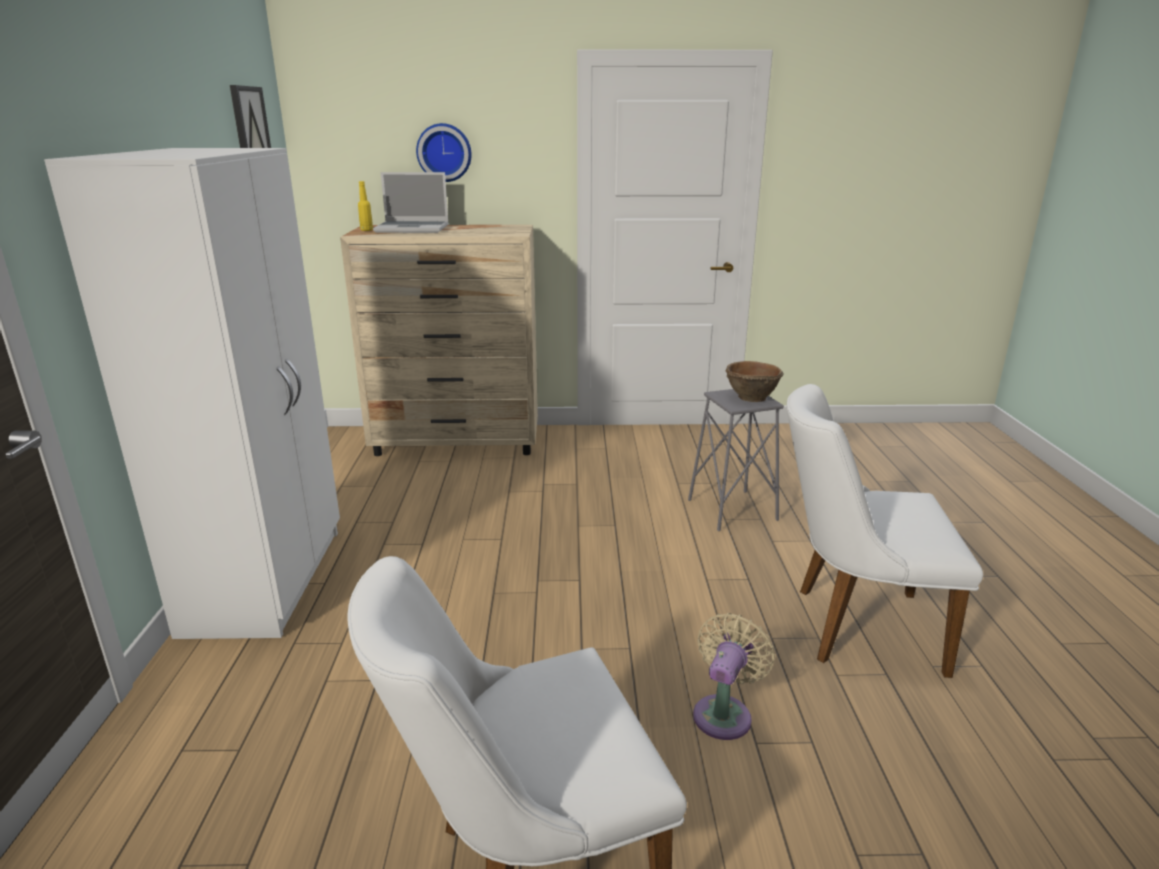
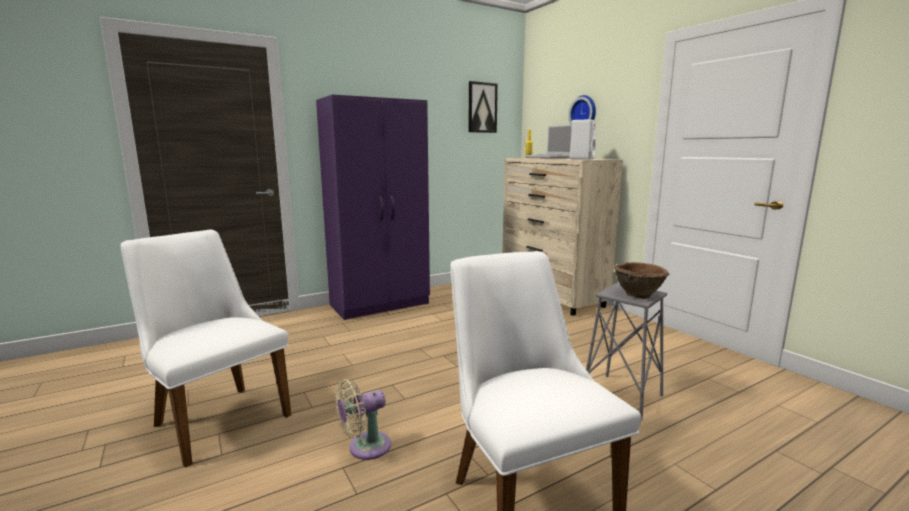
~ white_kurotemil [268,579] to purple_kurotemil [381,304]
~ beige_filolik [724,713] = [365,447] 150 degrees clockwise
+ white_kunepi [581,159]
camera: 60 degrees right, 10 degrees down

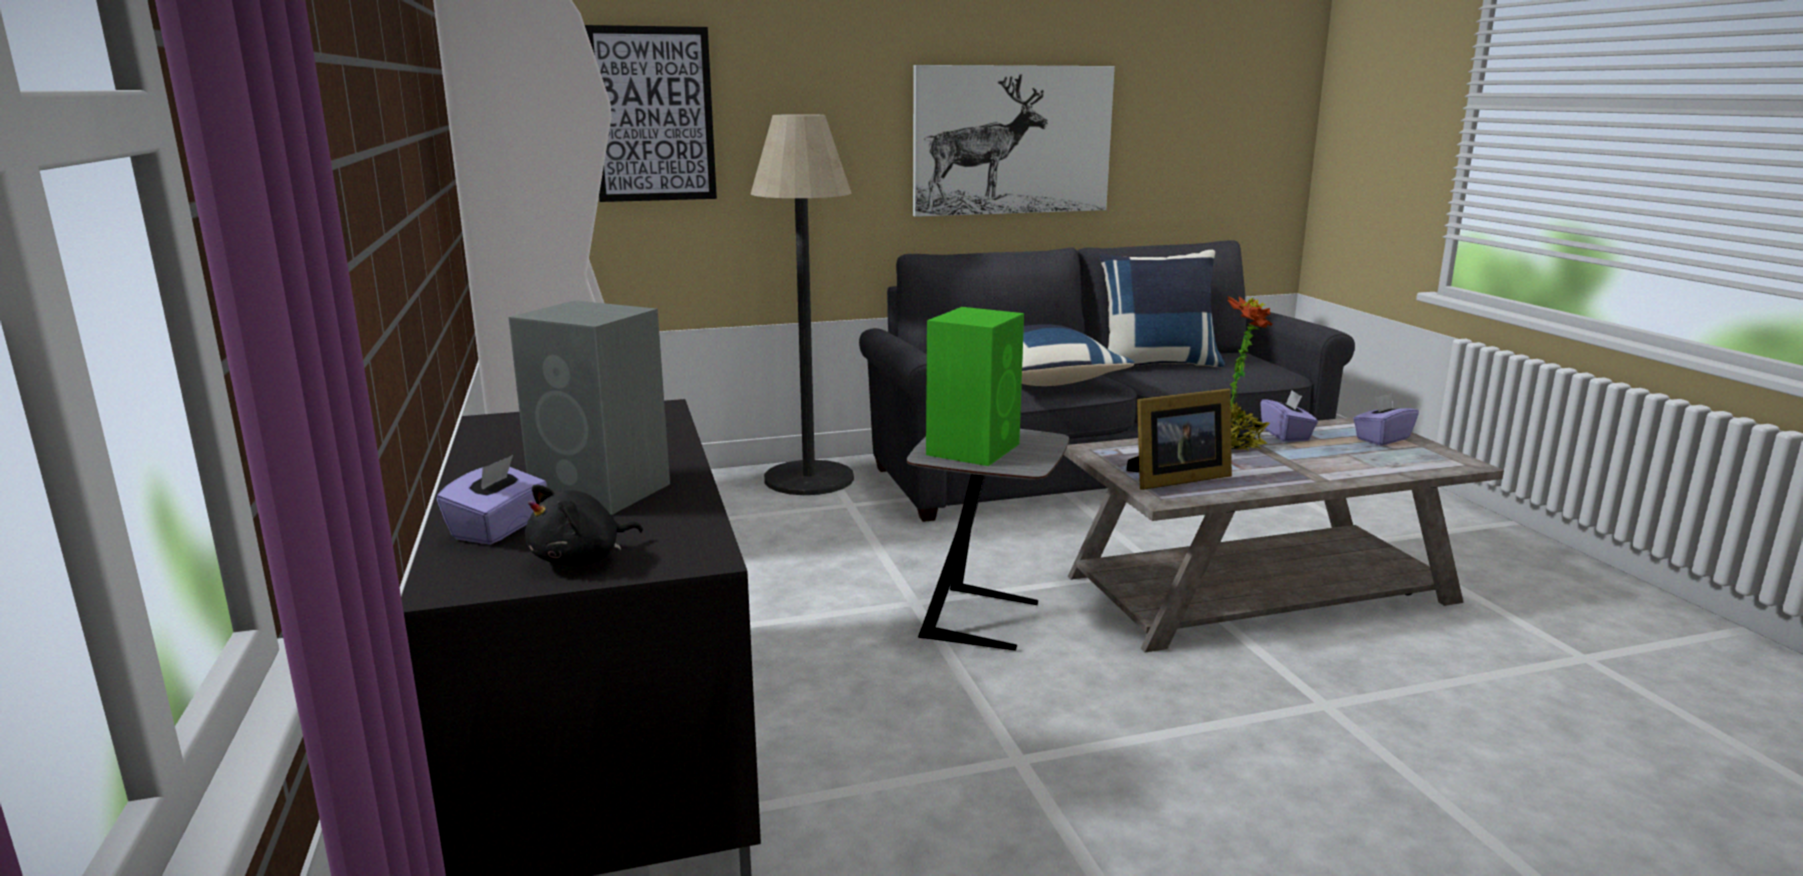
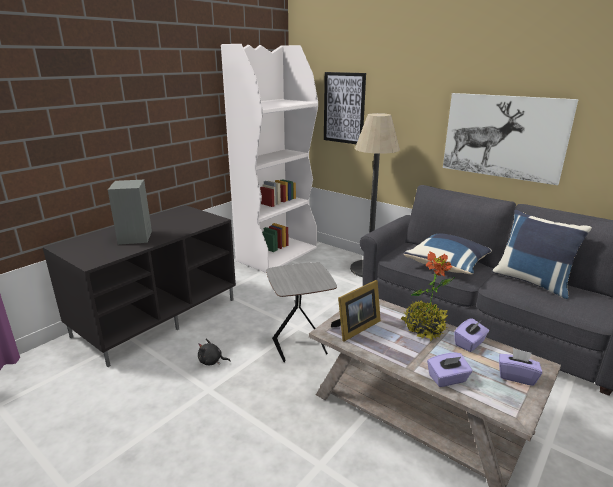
- green_kunepi [974,448]
~ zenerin [1175,478] = [355,328] 75 degrees counterclockwise
~ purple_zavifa [499,529] to [447,379]
~ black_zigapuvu [581,559] to [212,361]
camera: 55 degrees right, 5 degrees up

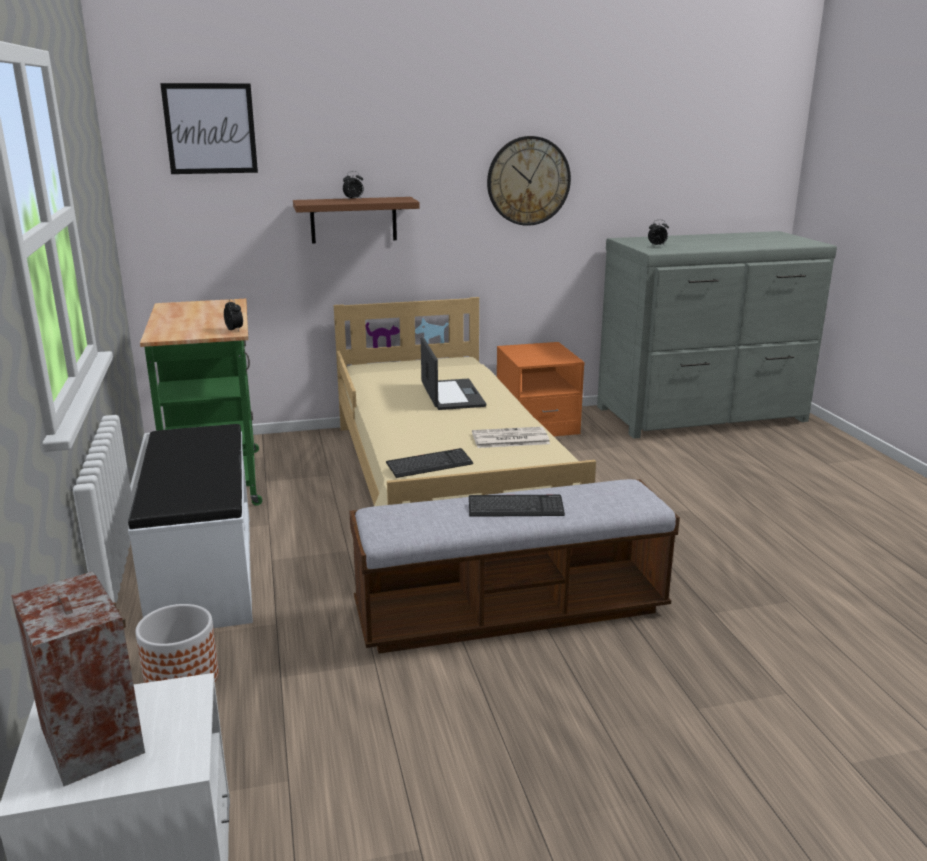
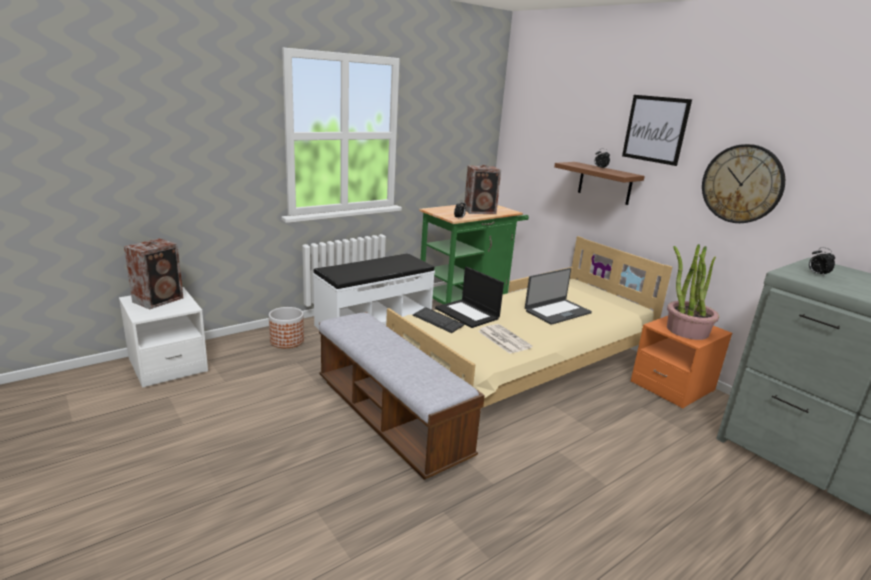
~ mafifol [210,129] to [655,129]
- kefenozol [515,508]
+ kunepi [481,211]
+ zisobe [687,330]
+ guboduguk [468,313]
camera: 65 degrees right, 0 degrees up

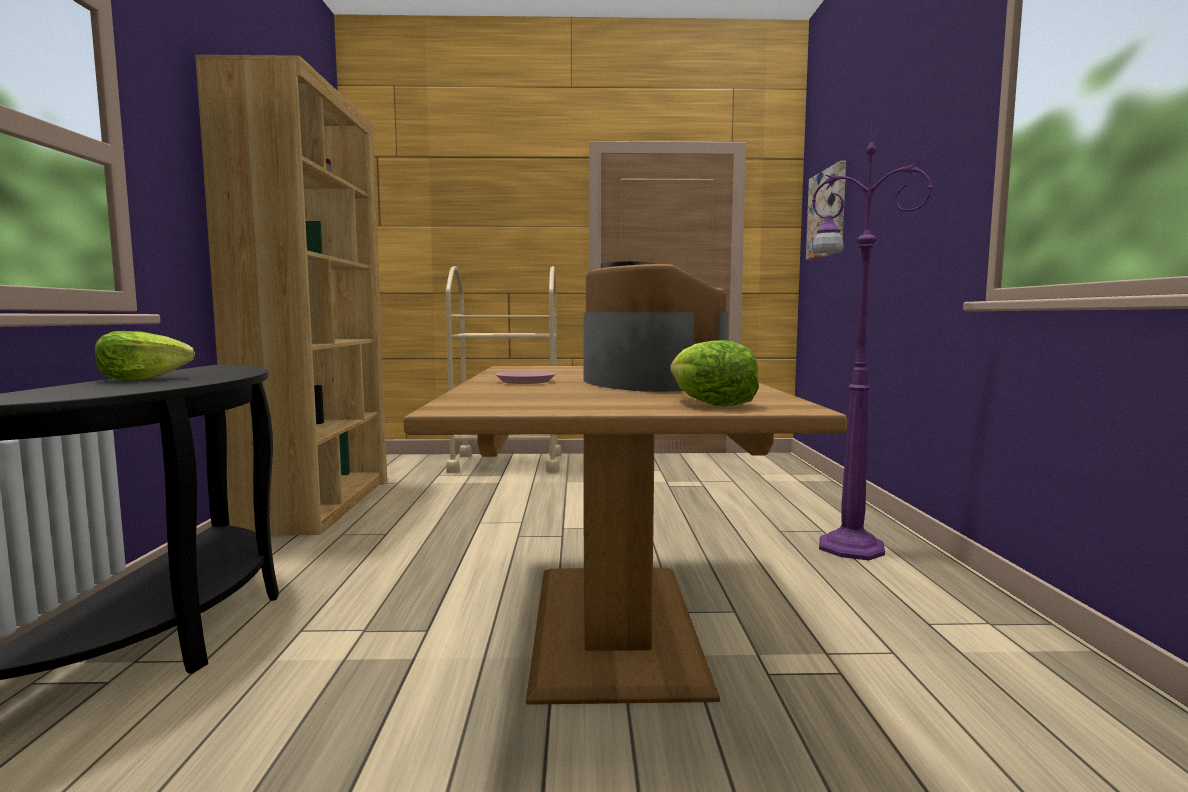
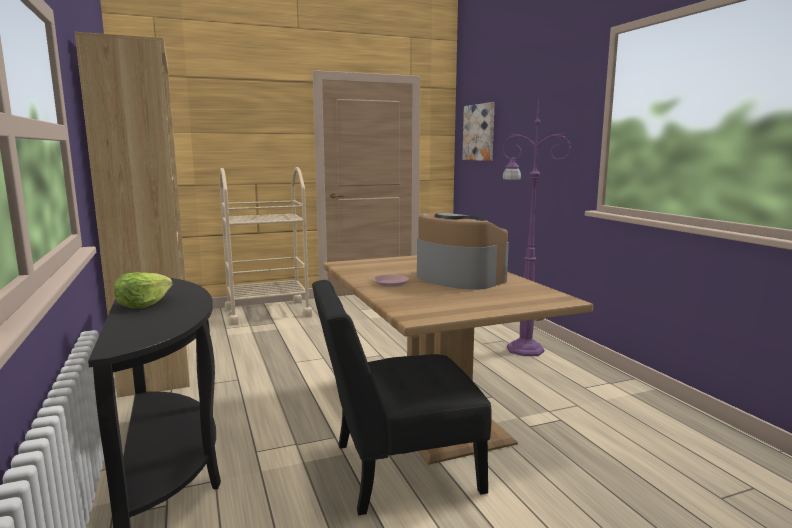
- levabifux [710,404]
+ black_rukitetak [397,469]
camera: 20 degrees left, 5 degrees up

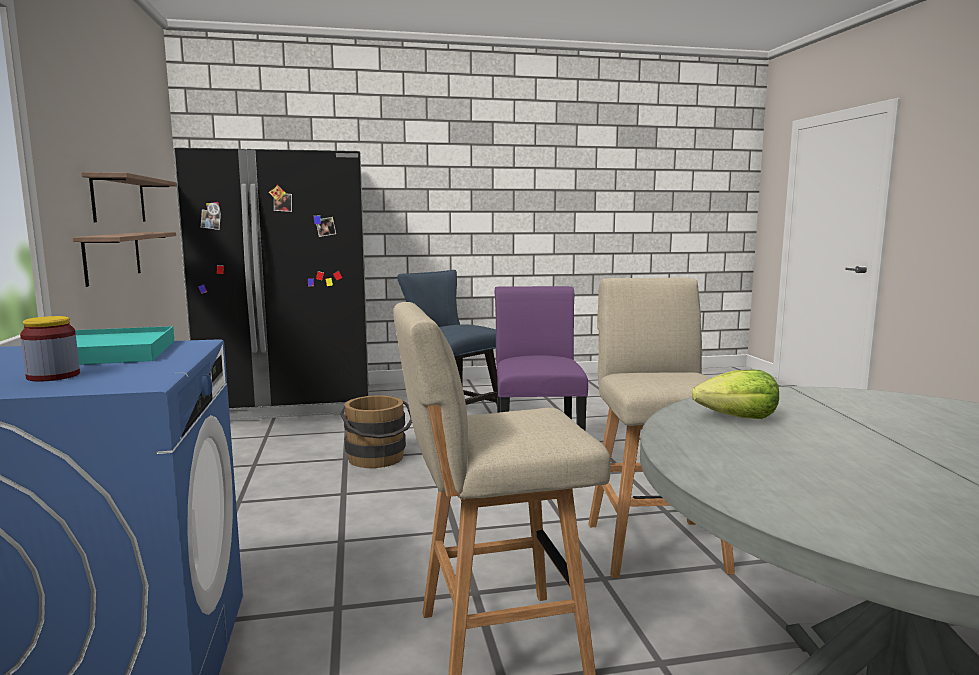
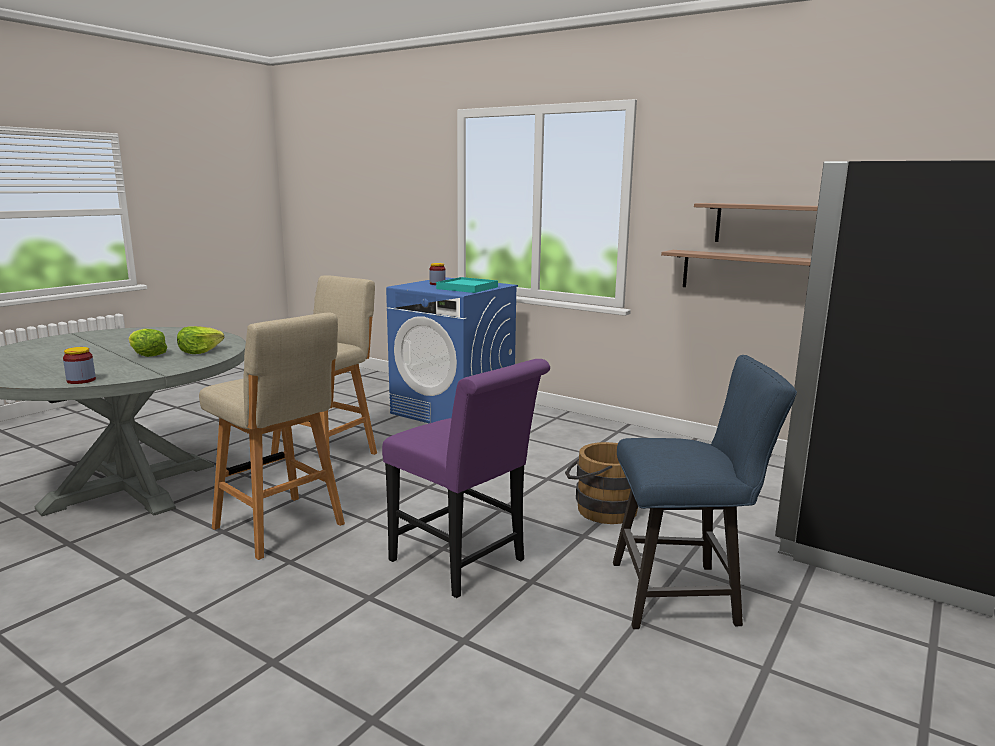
+ levabifux [147,355]
+ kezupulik [81,380]
camera: 135 degrees right, 5 degrees up

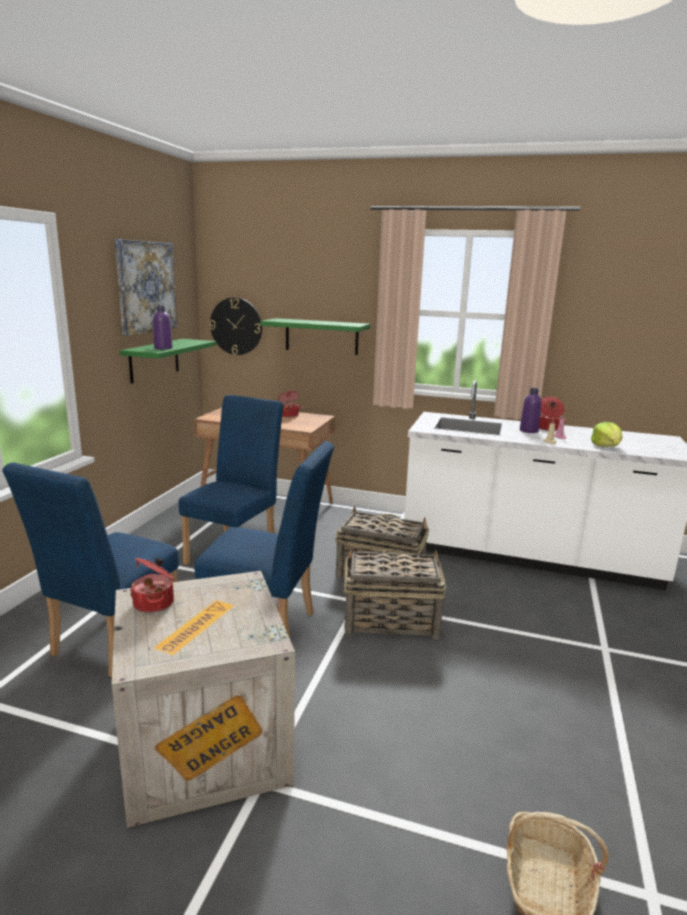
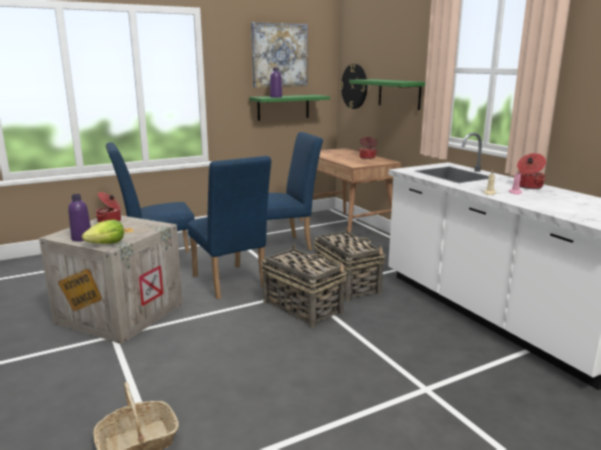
~ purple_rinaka [528,430] to [82,238]
~ levabifux [606,446] to [106,244]
camera: 45 degrees right, 0 degrees up

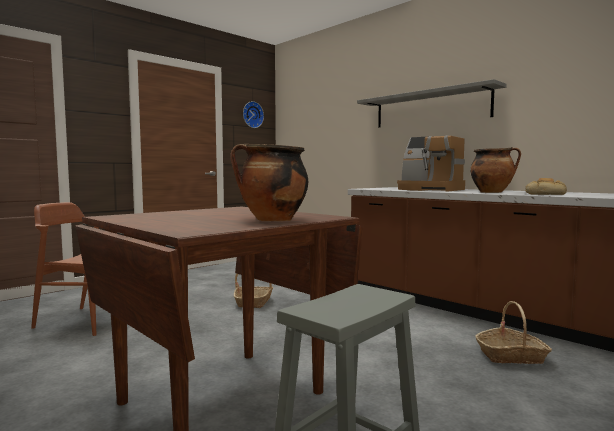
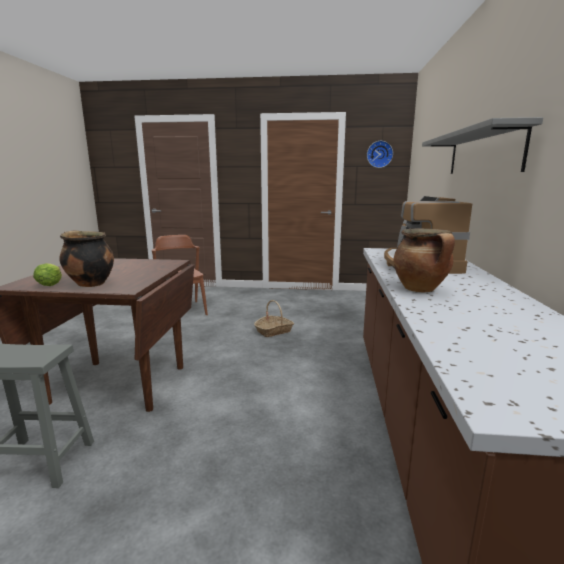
- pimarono [545,194]
- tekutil [511,356]
+ levabifux [52,283]
camera: 50 degrees right, 10 degrees up

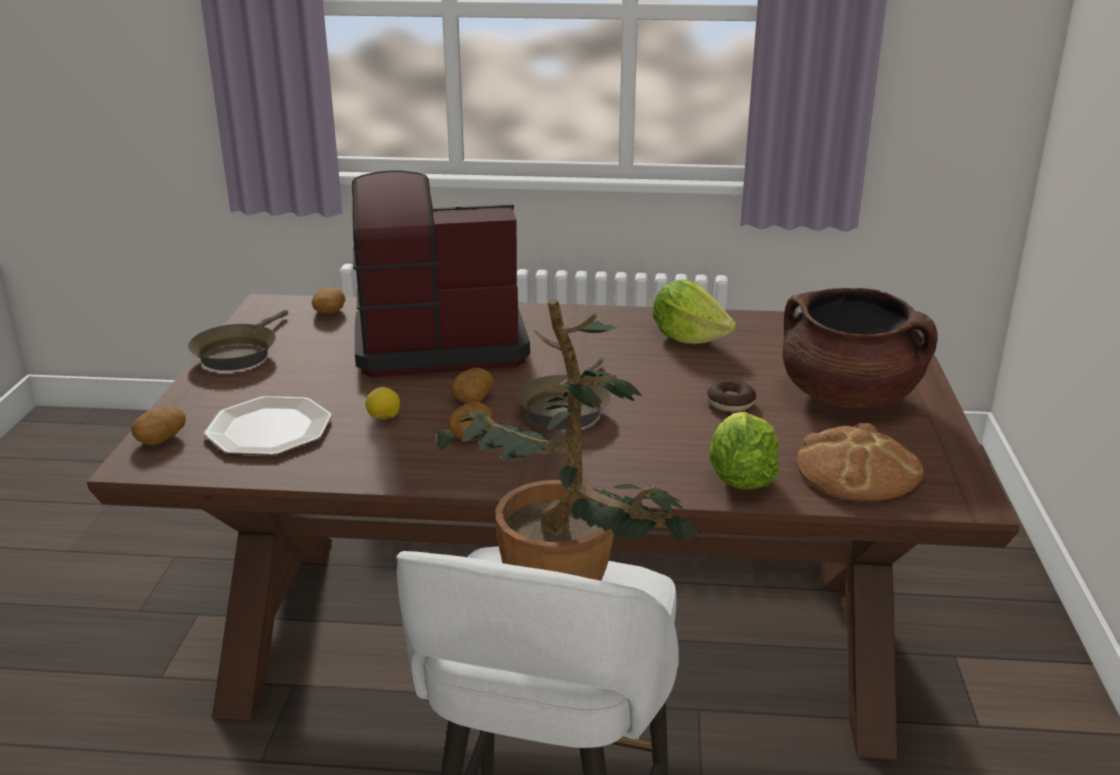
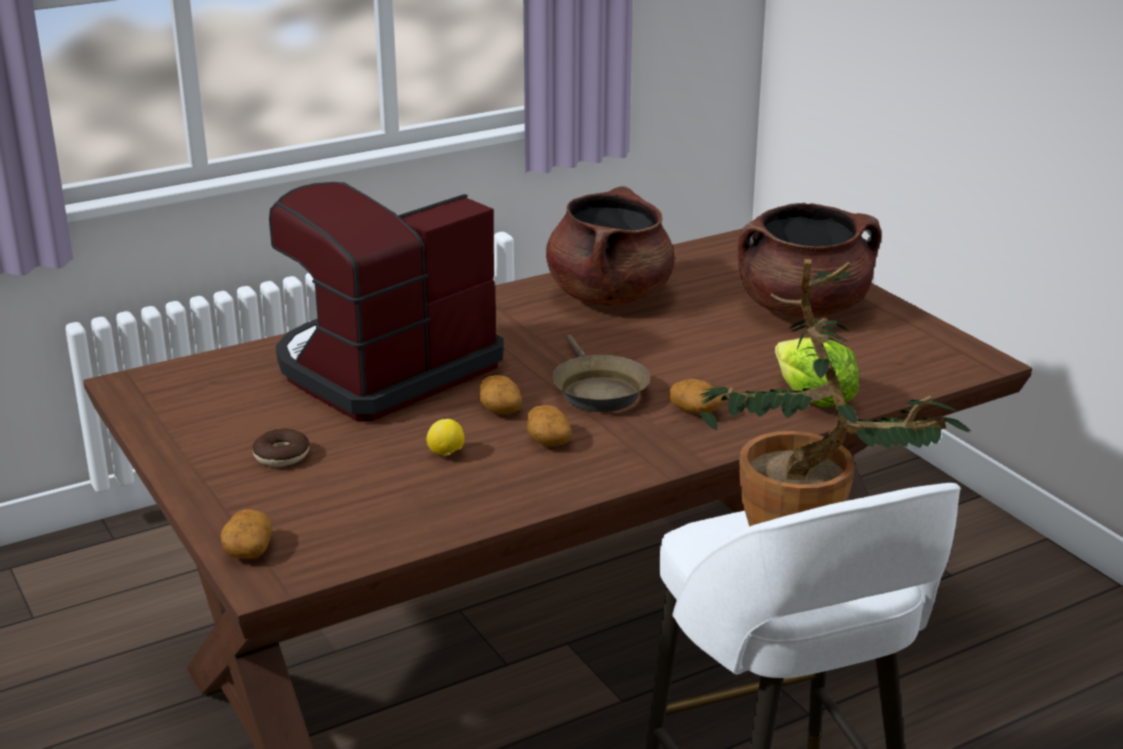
~ levabifux [689,338] to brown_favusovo [609,296]
~ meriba [329,312] to [696,410]
- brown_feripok [238,353]
~ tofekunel [730,403] to [282,456]
- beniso [269,429]
- pimarono [857,471]
camera: 35 degrees left, 0 degrees up

